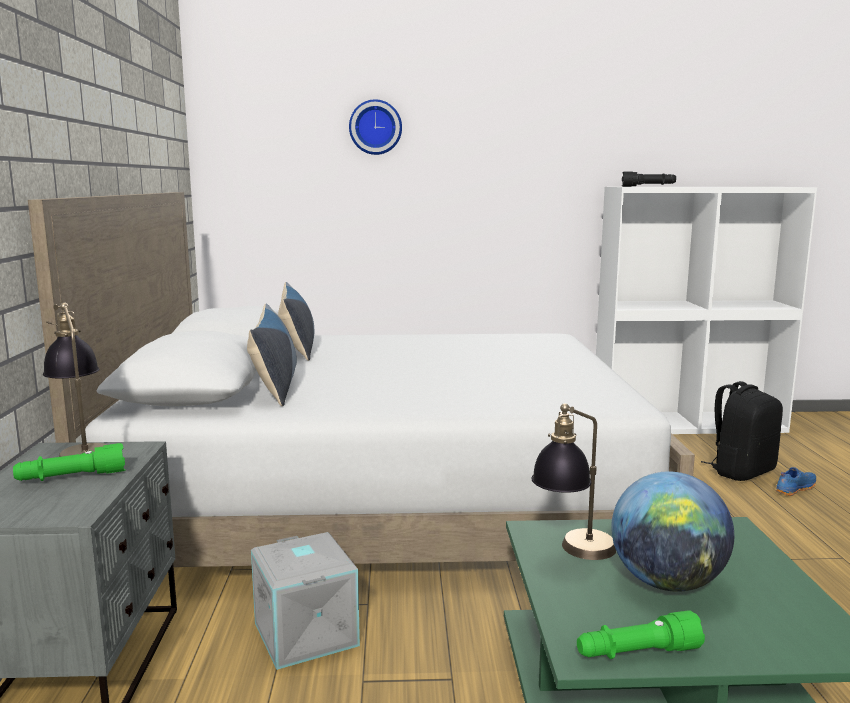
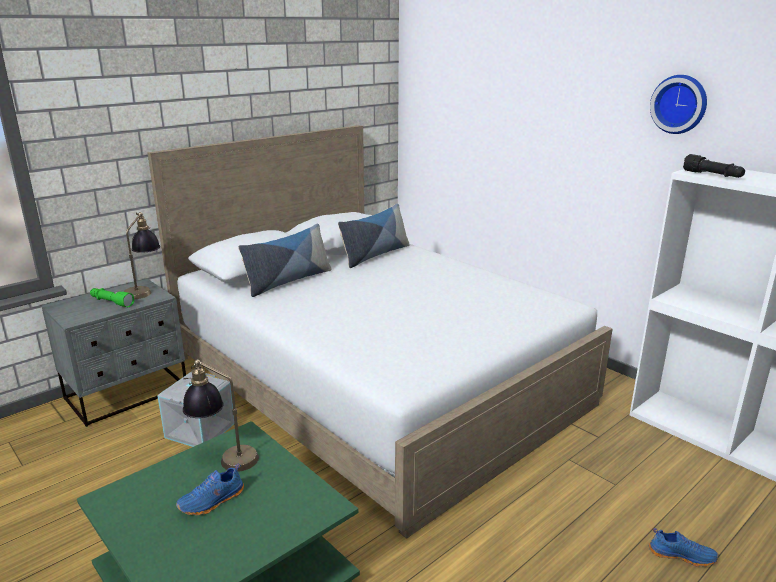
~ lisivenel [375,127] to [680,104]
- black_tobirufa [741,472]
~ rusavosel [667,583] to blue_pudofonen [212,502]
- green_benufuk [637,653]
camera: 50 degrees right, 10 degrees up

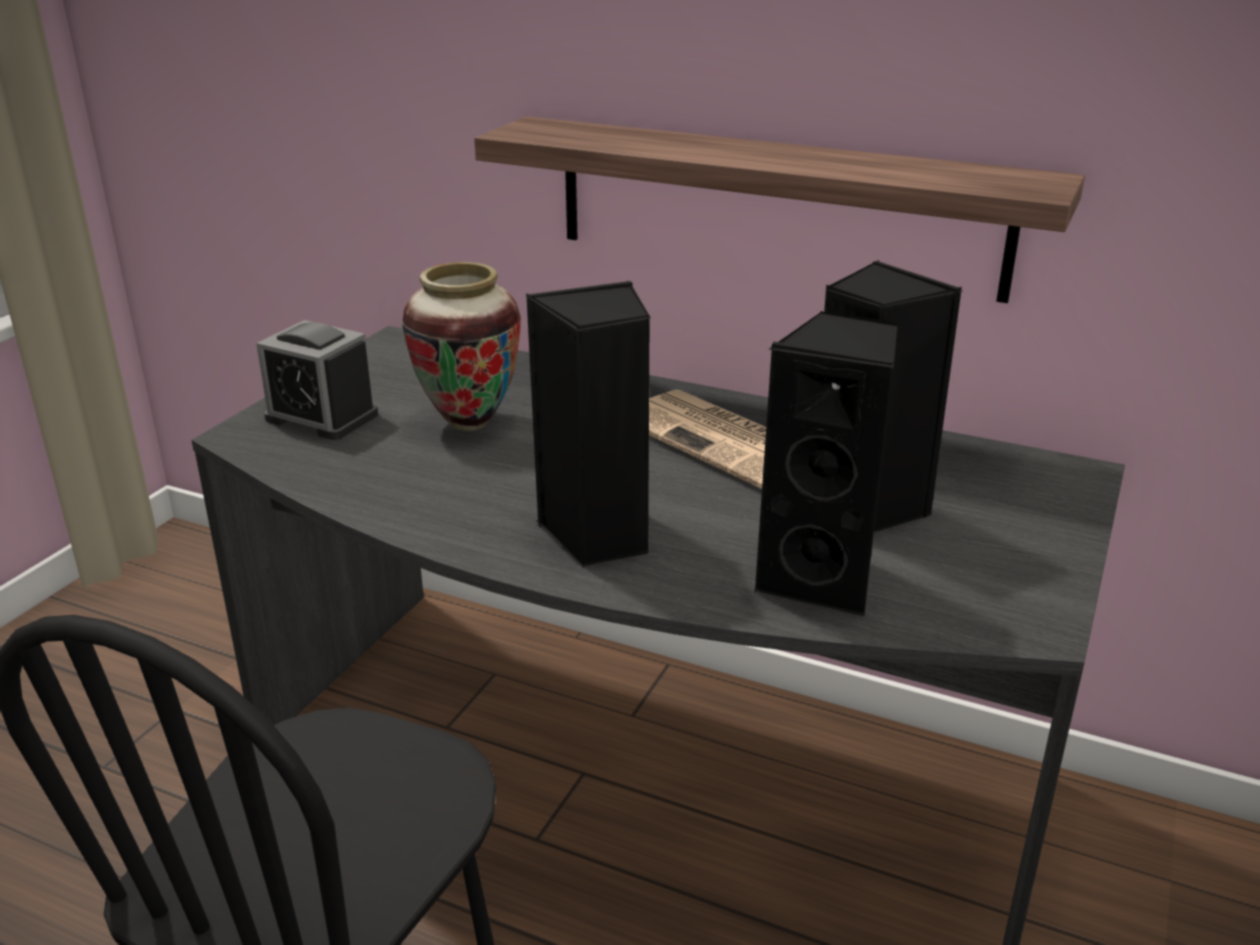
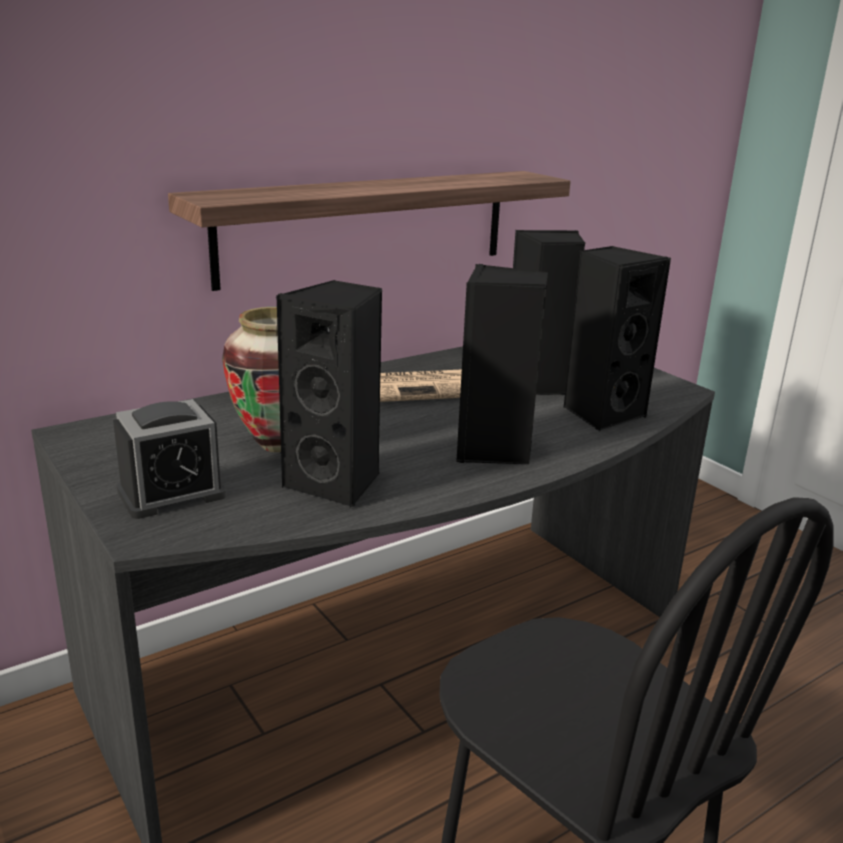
+ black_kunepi [337,483]
camera: 60 degrees left, 5 degrees down

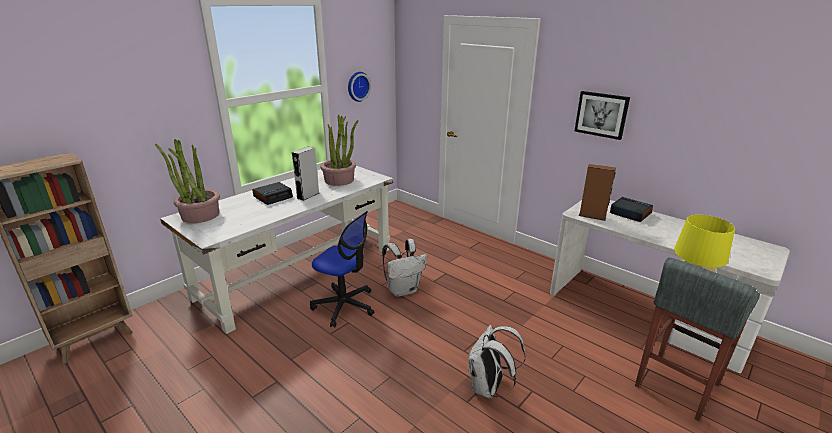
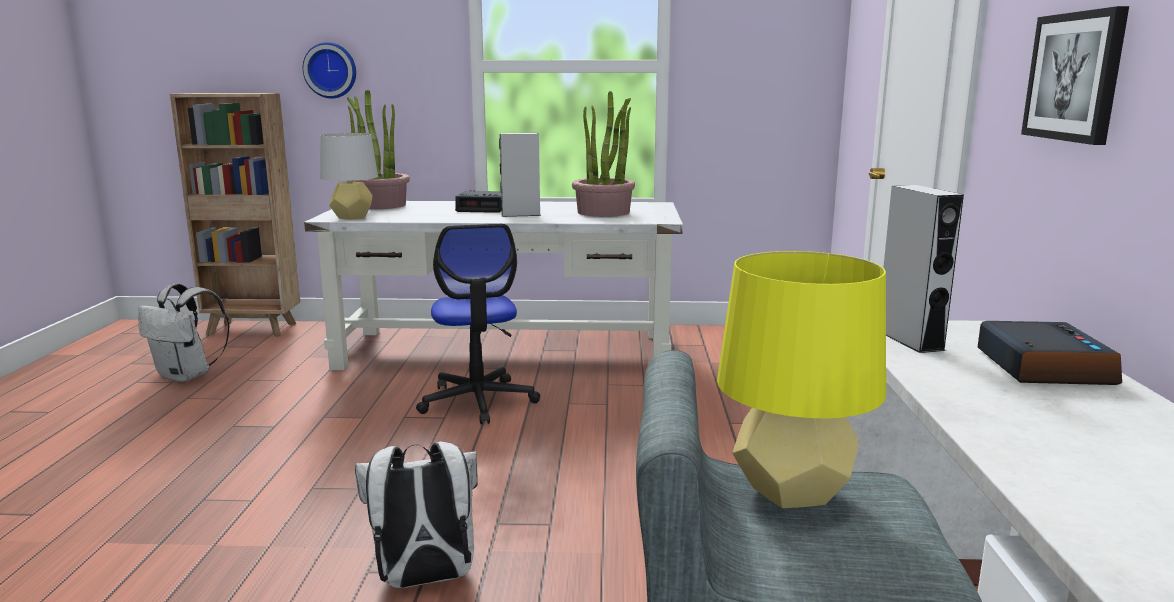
~ lisivenel [357,86] to [331,70]
~ brown_kunepi [592,216] to grey_kunepi [909,340]
~ white_tobirufa [403,290] to [187,375]
+ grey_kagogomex [352,217]
camera: 50 degrees right, 10 degrees down

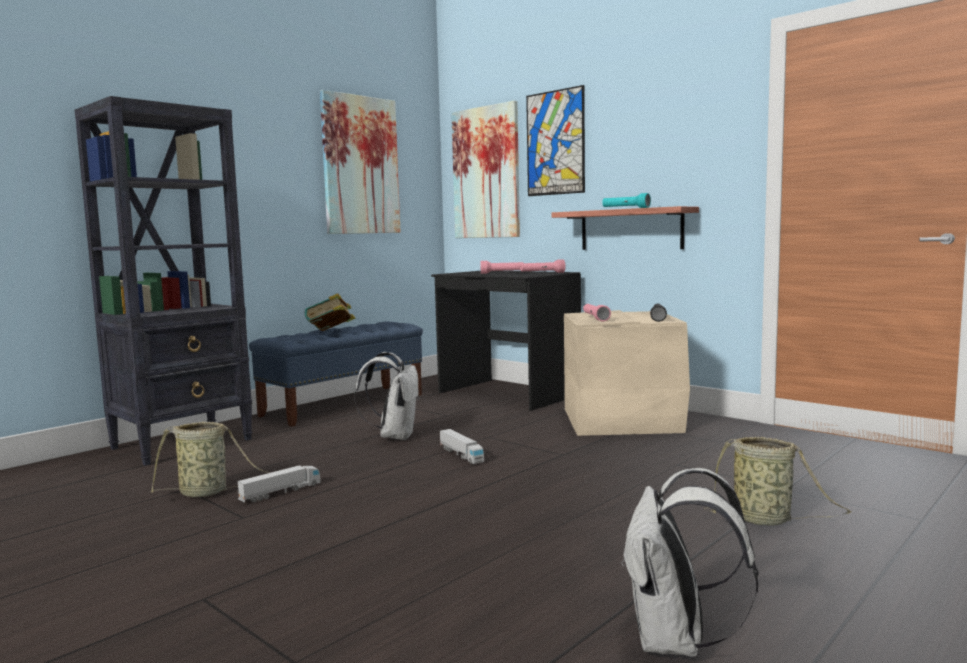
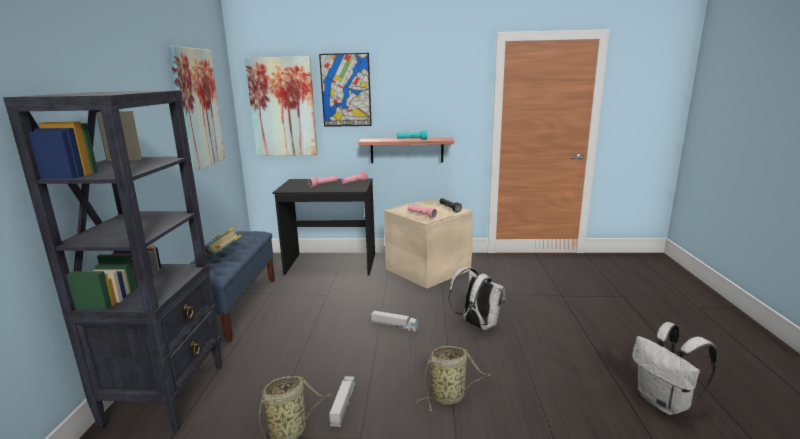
~ white_tobirufa [395,436] to [477,325]
~ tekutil [766,520] to [450,396]
camera: 40 degrees left, 10 degrees up

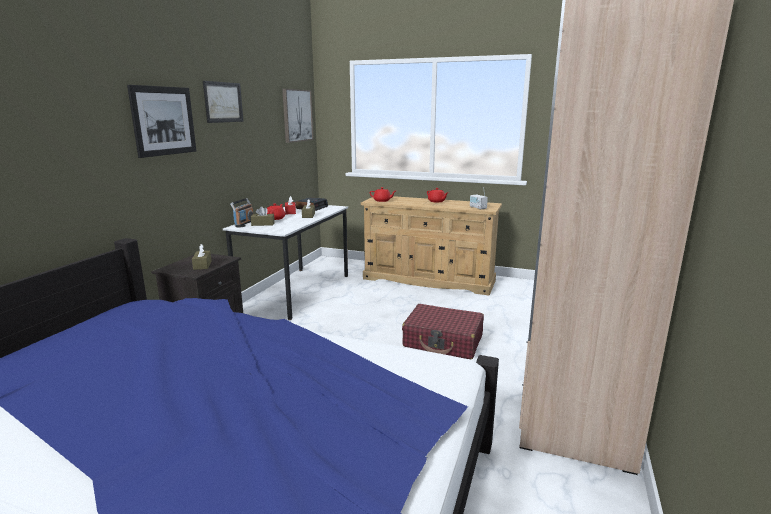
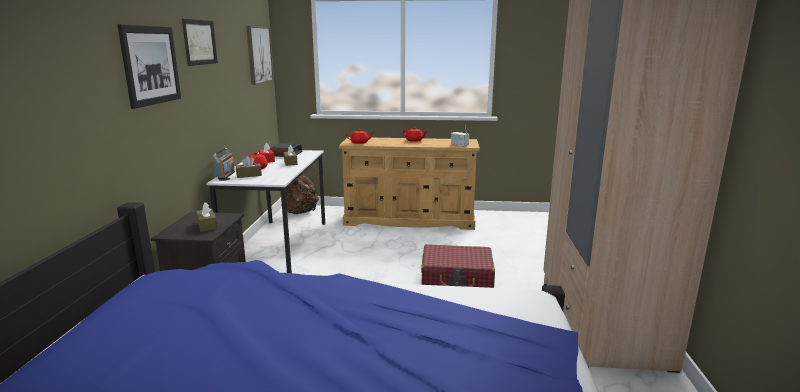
+ brown_tobirufa [301,213]
camera: 15 degrees left, 0 degrees up

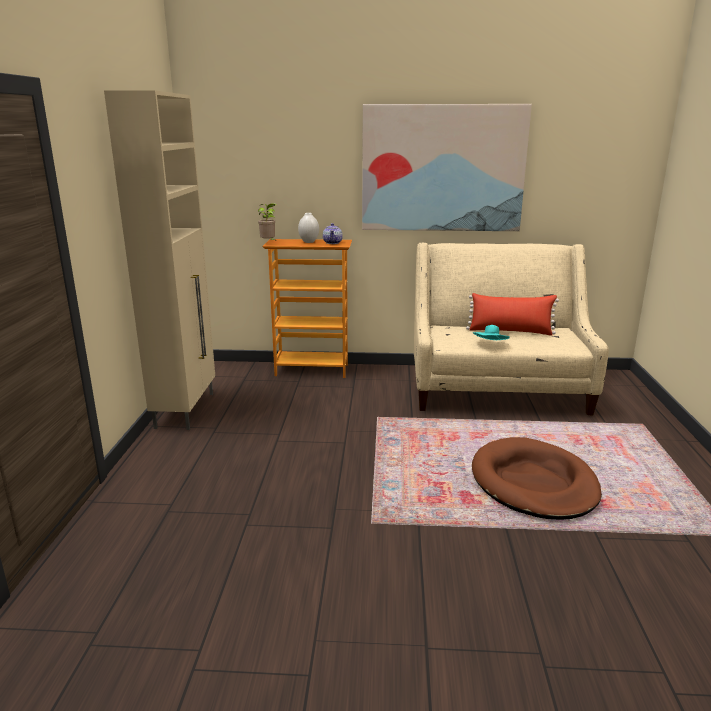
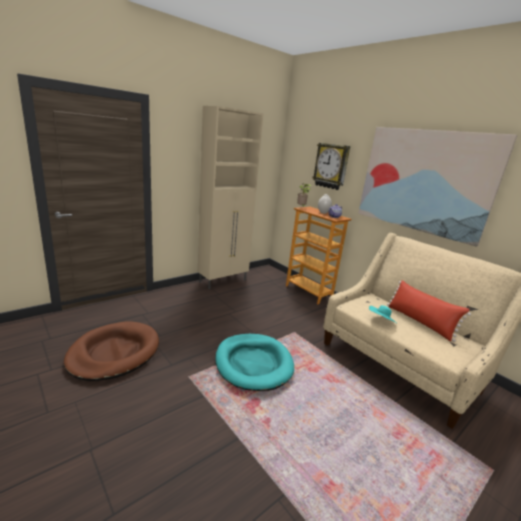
~ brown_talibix [533,483] to [114,353]
+ lisivenel [331,166]
+ turquoise_talibix [253,363]
camera: 45 degrees right, 0 degrees up

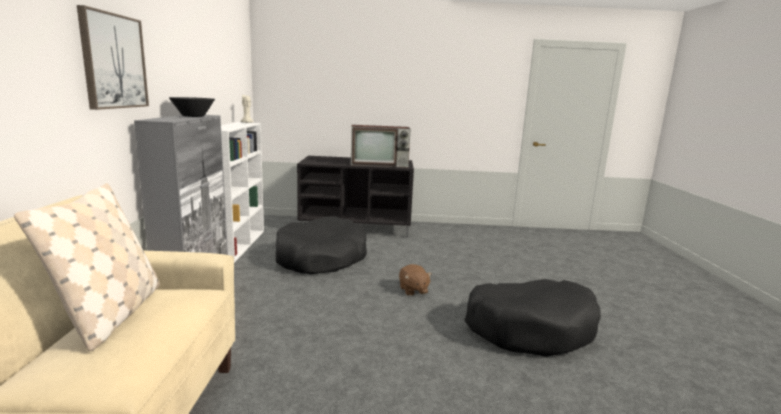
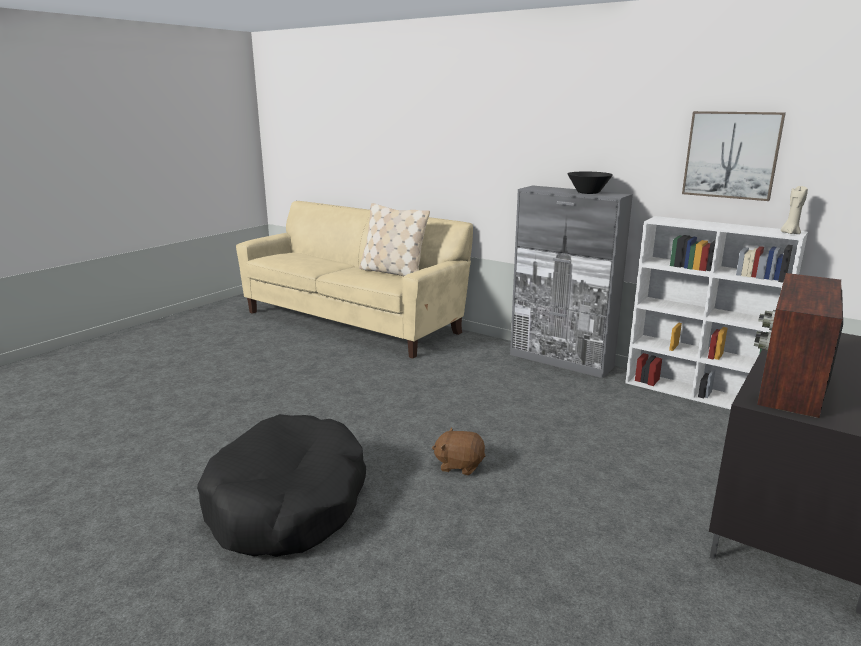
~ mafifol [113,61] to [731,155]
- black_talibix [321,258]
camera: 125 degrees right, 5 degrees up

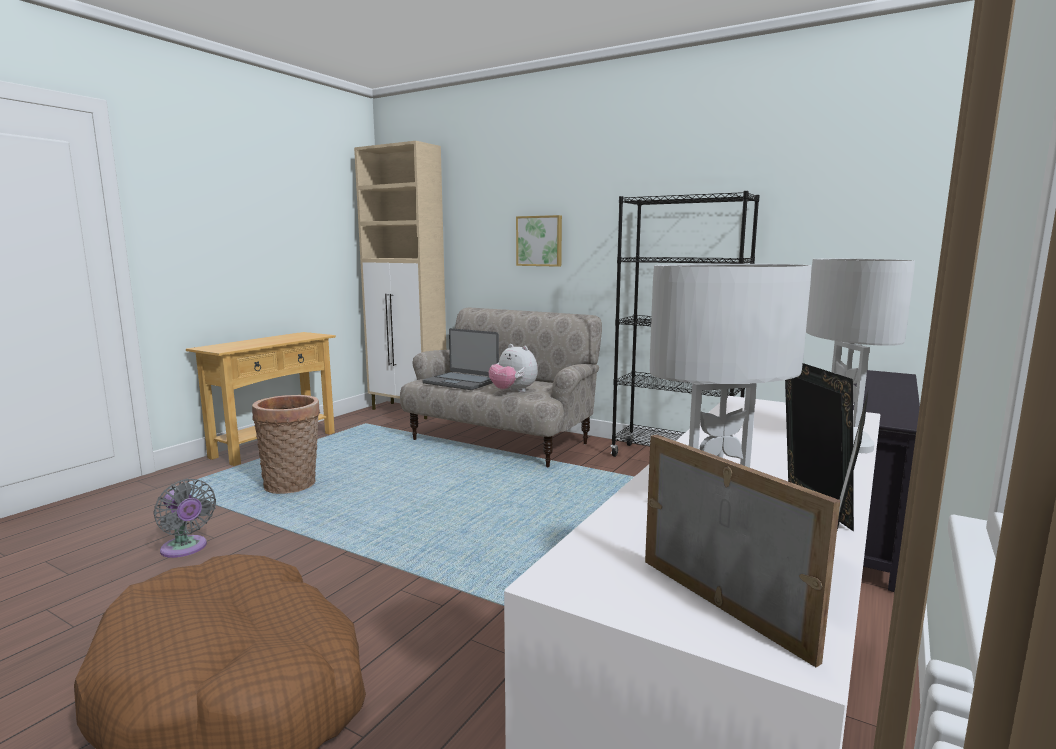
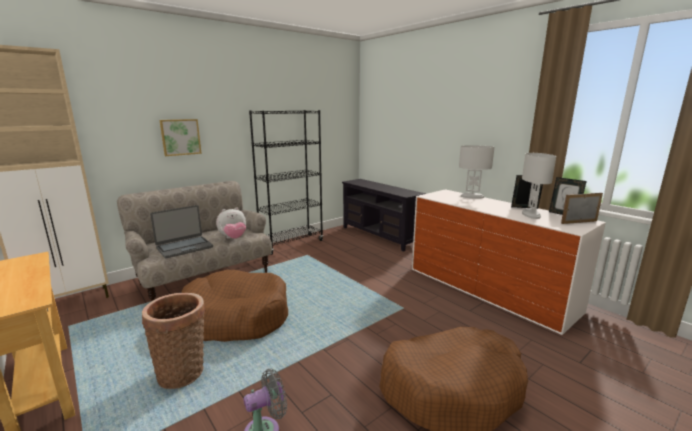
+ brown_talibix [235,317]
camera: 70 degrees left, 5 degrees up

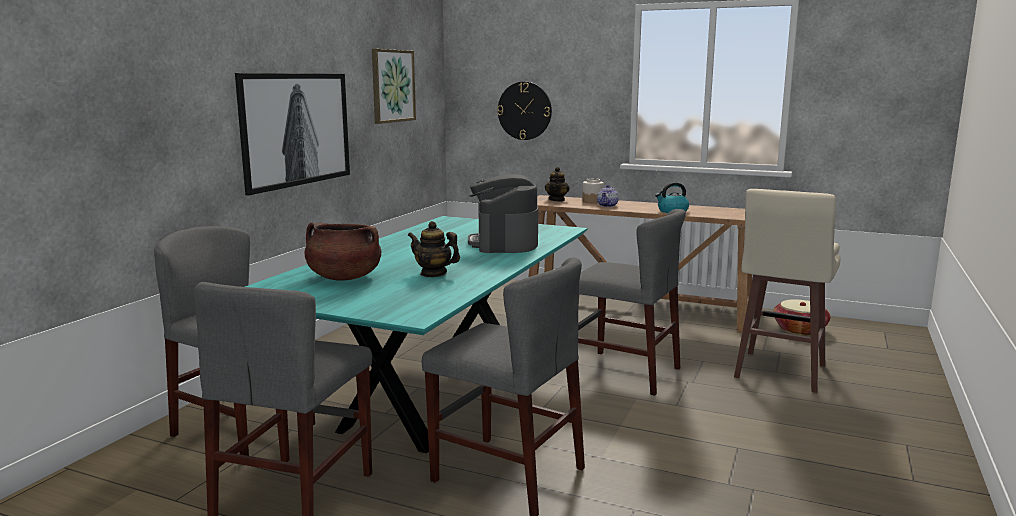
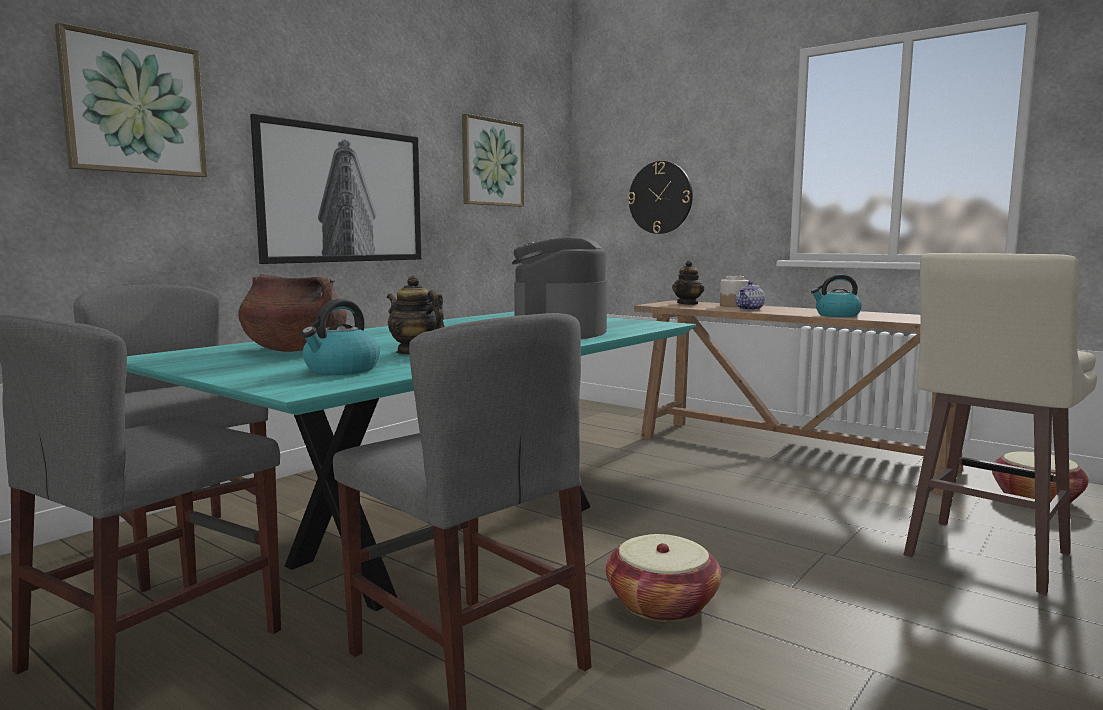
- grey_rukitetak [624,372]
+ mafifol [134,107]
+ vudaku [341,370]
+ tekutil [662,604]
camera: 15 degrees right, 5 degrees down

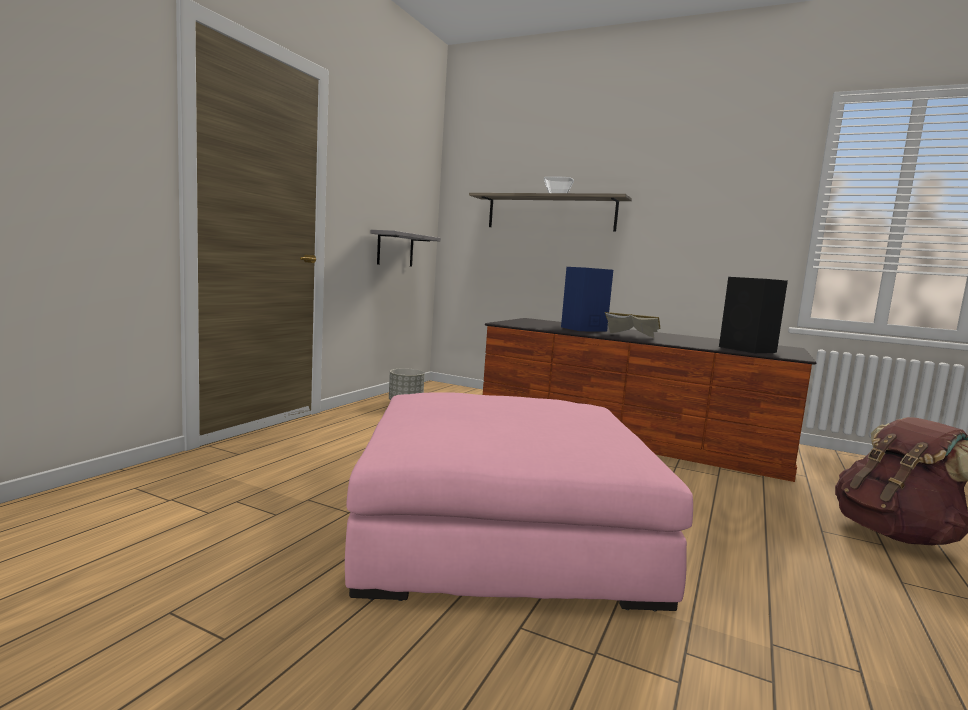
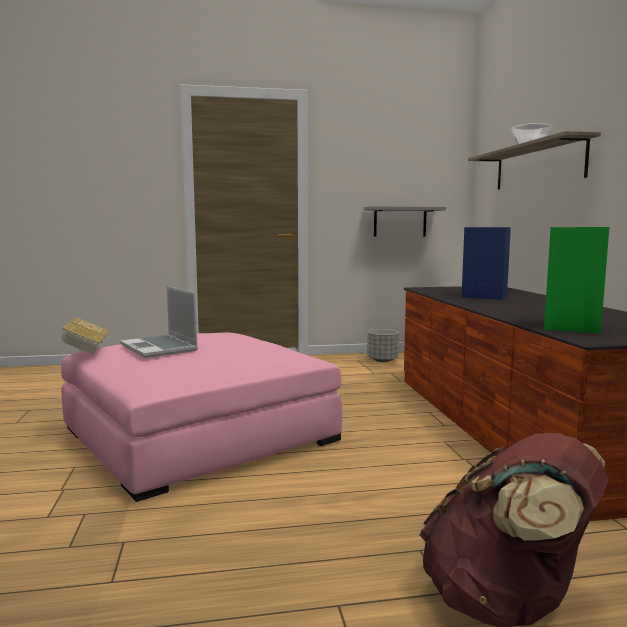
~ black_kunepi [748,350] to green_kunepi [571,327]
~ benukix [630,336] to [86,349]
+ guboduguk [160,348]
camera: 55 degrees right, 0 degrees up

